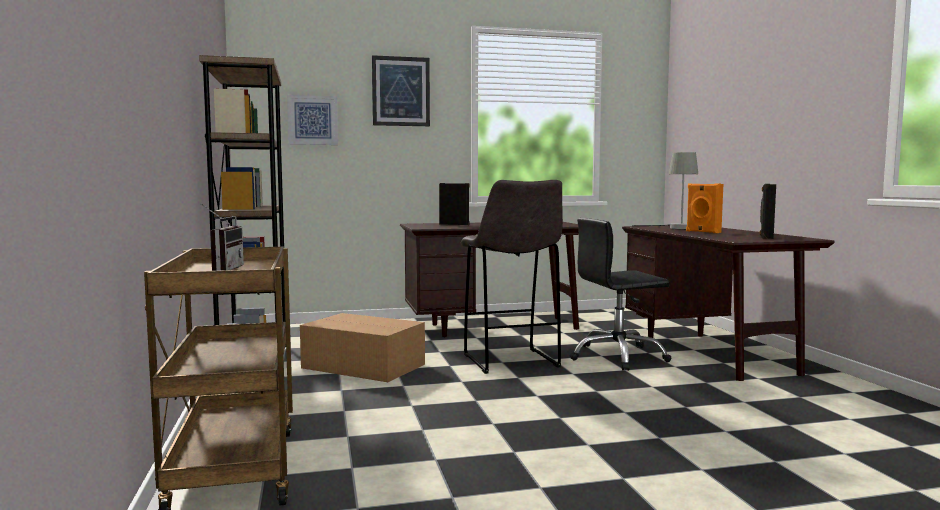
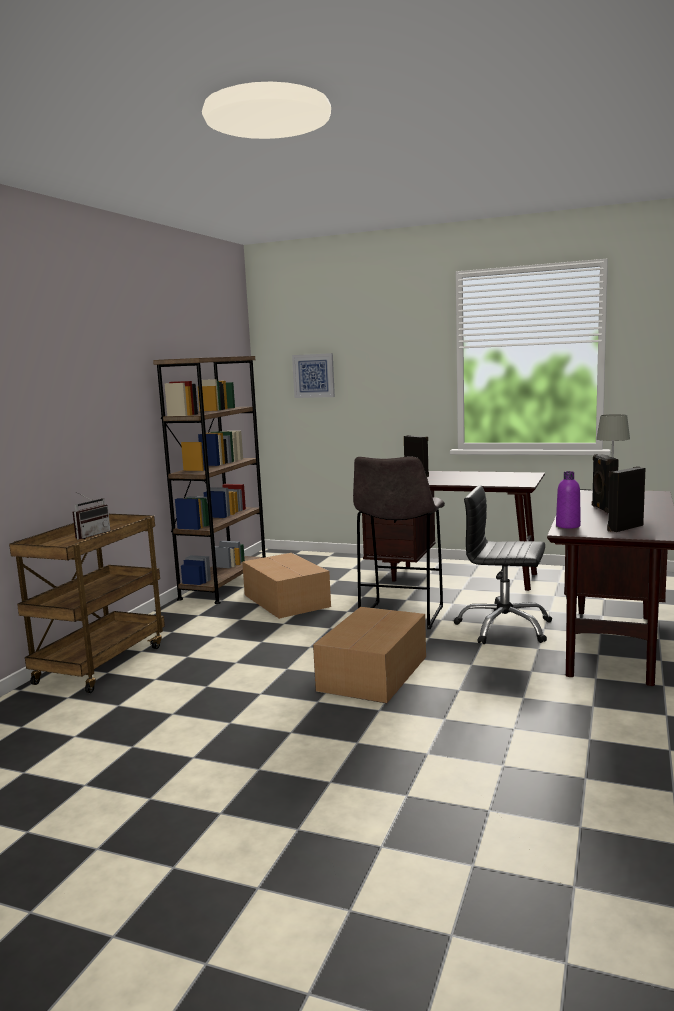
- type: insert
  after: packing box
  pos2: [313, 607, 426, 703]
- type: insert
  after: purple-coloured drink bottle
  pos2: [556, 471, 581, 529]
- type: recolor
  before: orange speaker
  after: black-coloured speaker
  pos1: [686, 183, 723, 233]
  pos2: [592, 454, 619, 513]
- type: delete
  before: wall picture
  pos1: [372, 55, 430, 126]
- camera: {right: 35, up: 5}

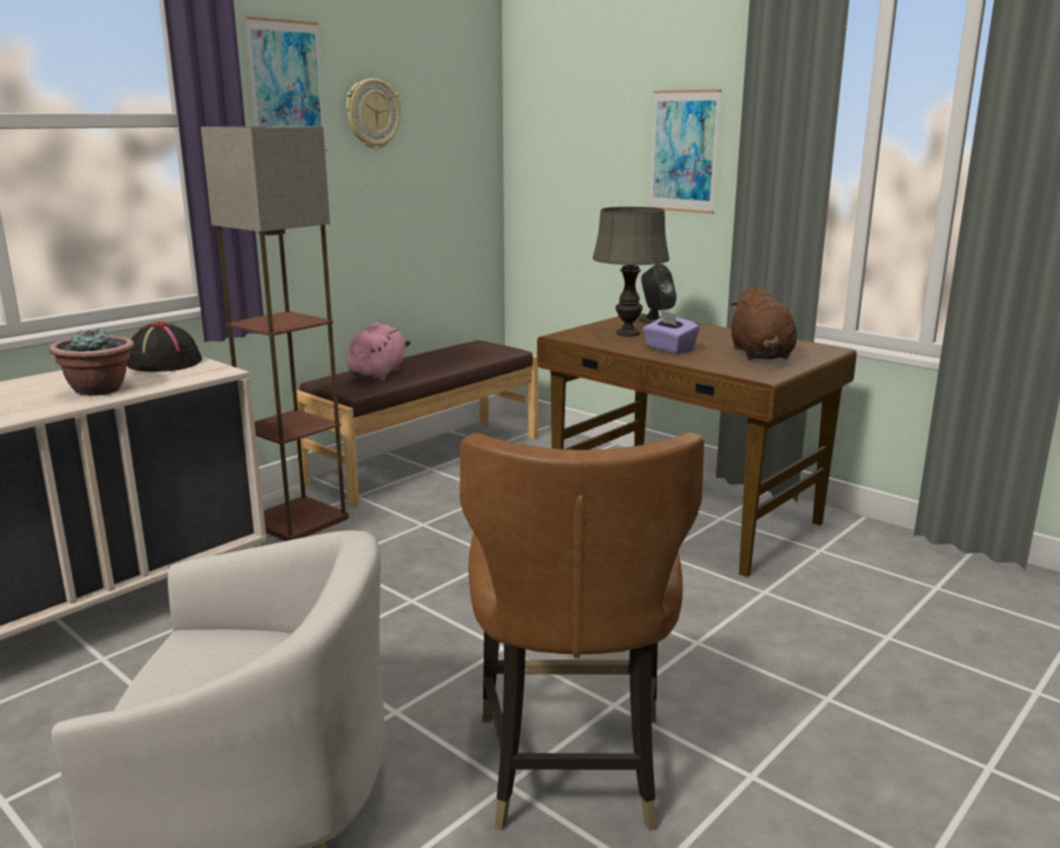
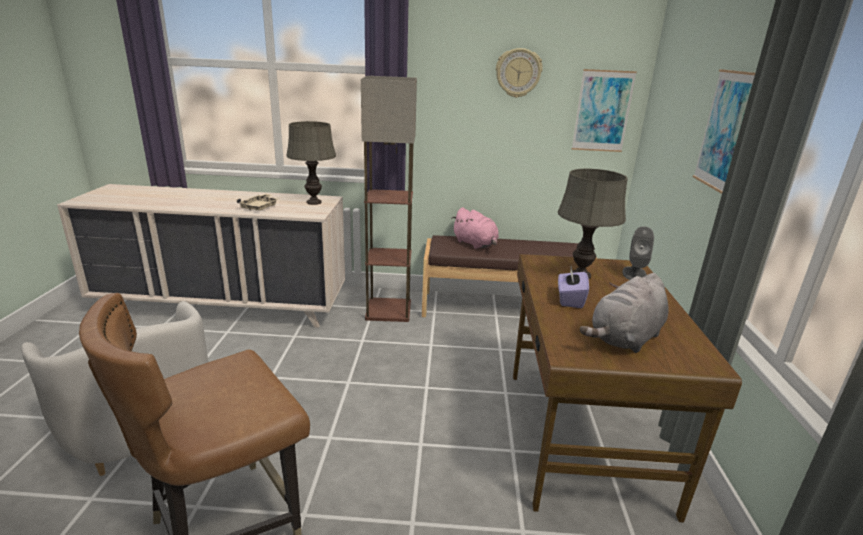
- type: replace
  before: potted plant
  after: beige tray
  pos1: [49, 329, 134, 396]
  pos2: [237, 194, 278, 211]
- type: replace
  before: black-coloured wearable hat
  after: gray lamp for a table
  pos1: [127, 322, 202, 372]
  pos2: [286, 121, 336, 205]
- type: rotate
  before: pinkish plush toy
  pos1: [347, 322, 411, 381]
  pos2: [452, 207, 499, 249]
  turn: 75
- type: move
  before: wall picture
  pos1: [244, 16, 327, 151]
  pos2: [572, 69, 637, 152]
- type: recolor
  before: brown-coloured plush toy
  after: gray plush toy
  pos1: [730, 286, 797, 360]
  pos2: [580, 273, 669, 353]
- camera: {right: 50, up: 5}

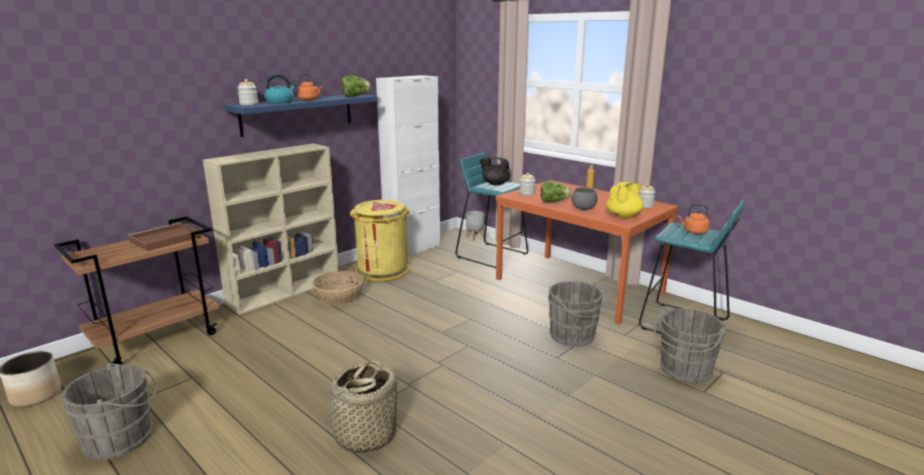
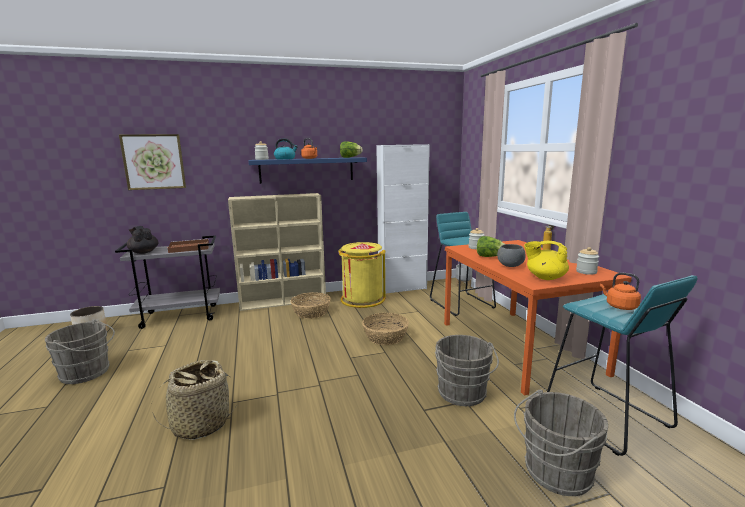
- type: recolor
  before: brown-coloured wheeled cart
  after: gray wheeled cart
  pos1: [54, 216, 219, 366]
  pos2: [115, 235, 220, 329]
- type: insert
  after: wall picture
  pos2: [119, 134, 186, 190]
- type: move
  before: black-coloured pot for tea
  pos1: [480, 157, 510, 185]
  pos2: [127, 226, 159, 254]
- type: insert
  after: basket
  pos2: [362, 313, 409, 345]
- type: rotate
  before: yellow pot for tea
  pos1: [606, 182, 643, 218]
  pos2: [524, 241, 569, 280]
  turn: -150
- camera: {right: 30, up: -5}

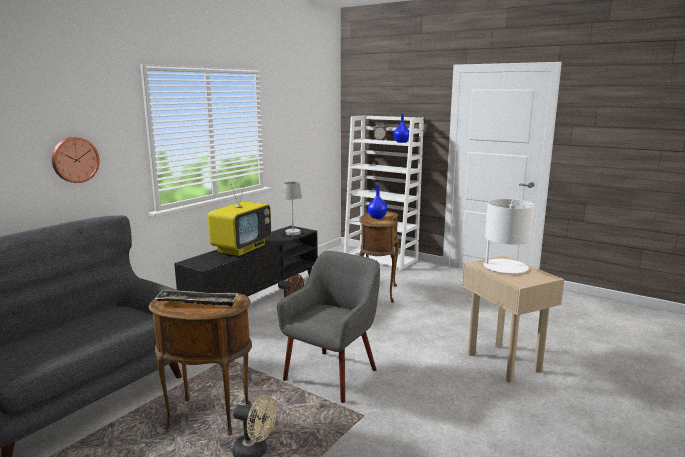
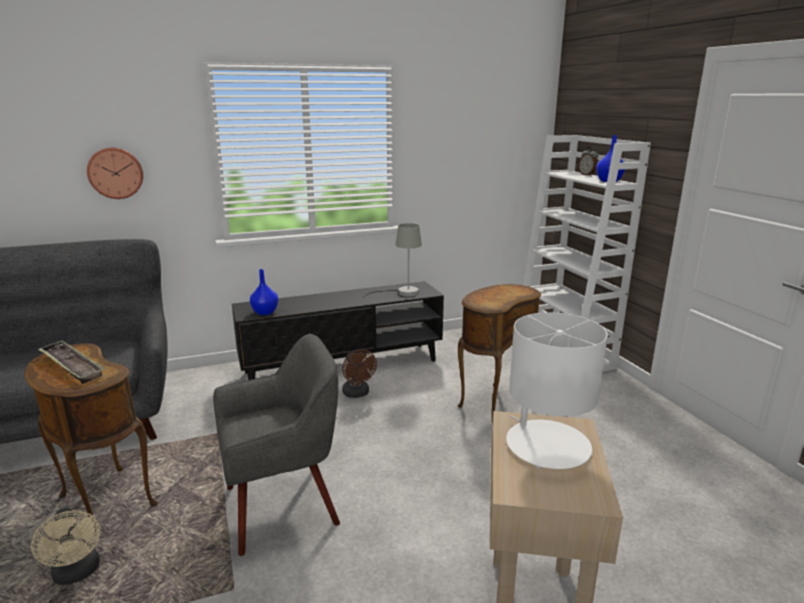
- type: move
  before: bluish flower vase
  pos1: [368, 186, 388, 219]
  pos2: [250, 269, 278, 315]
- type: delete
  before: TV
  pos1: [208, 181, 271, 256]
- camera: {right: 35, up: 5}

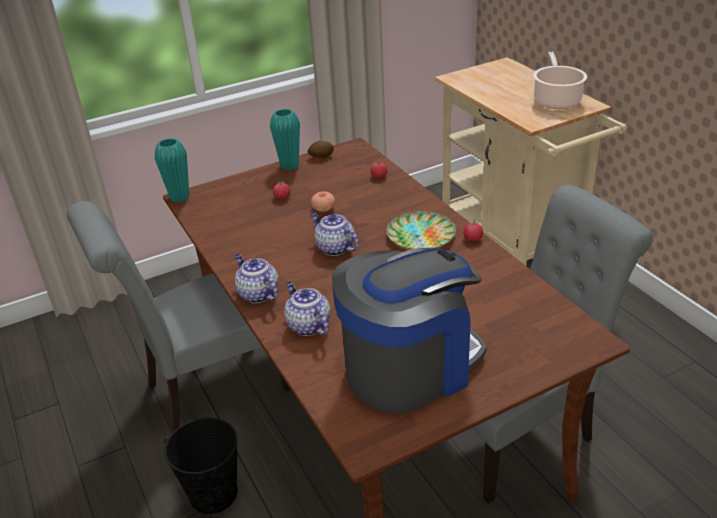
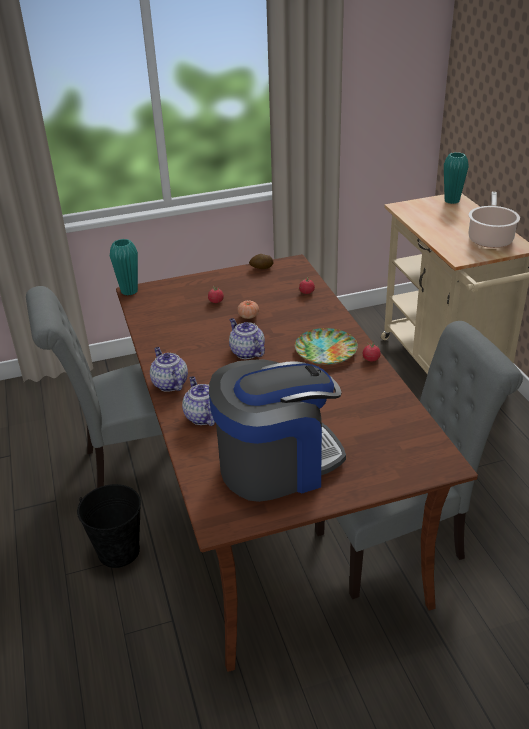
- type: move
  before: turquoise-coloured flower vase
  pos1: [270, 109, 300, 170]
  pos2: [444, 152, 469, 204]
- camera: {right: 10, up: 0}

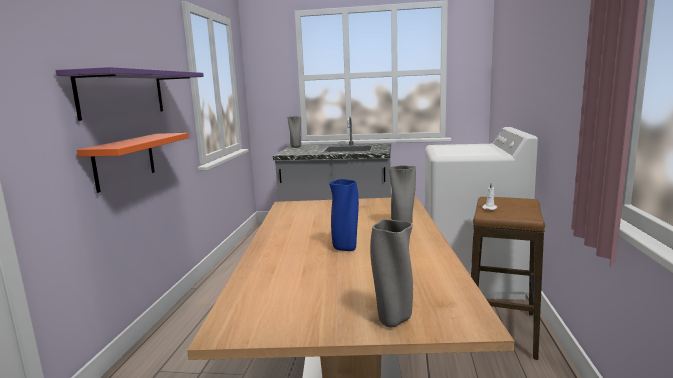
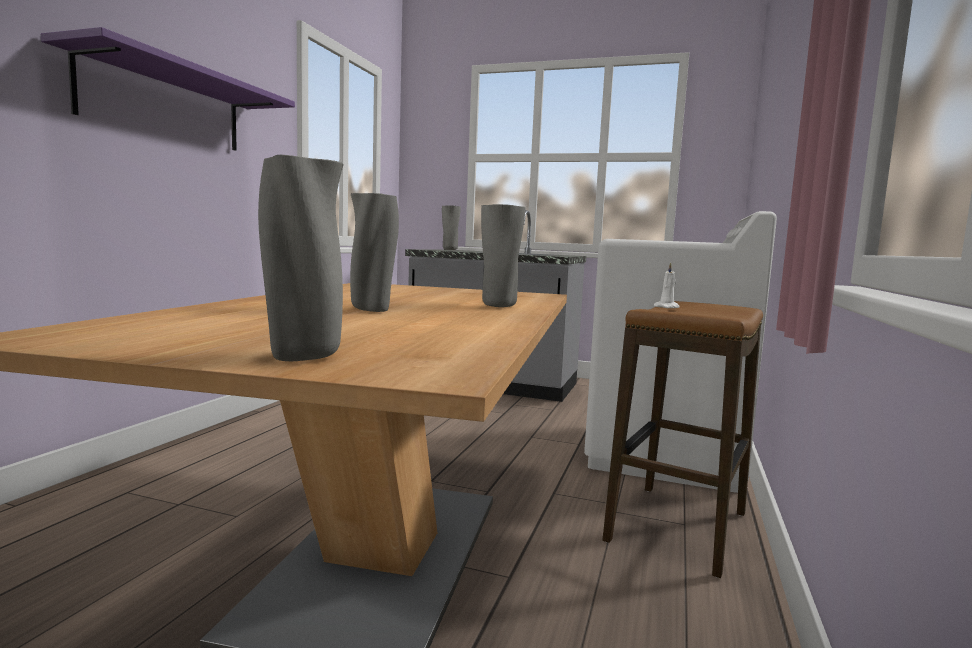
- type: recolor
  before: bluish flower vase
  after: gray flower vase
  pos1: [329, 179, 359, 251]
  pos2: [350, 193, 399, 312]
- type: delete
  before: orange shelf
  pos1: [77, 133, 189, 193]
- camera: {right: 10, up: -5}

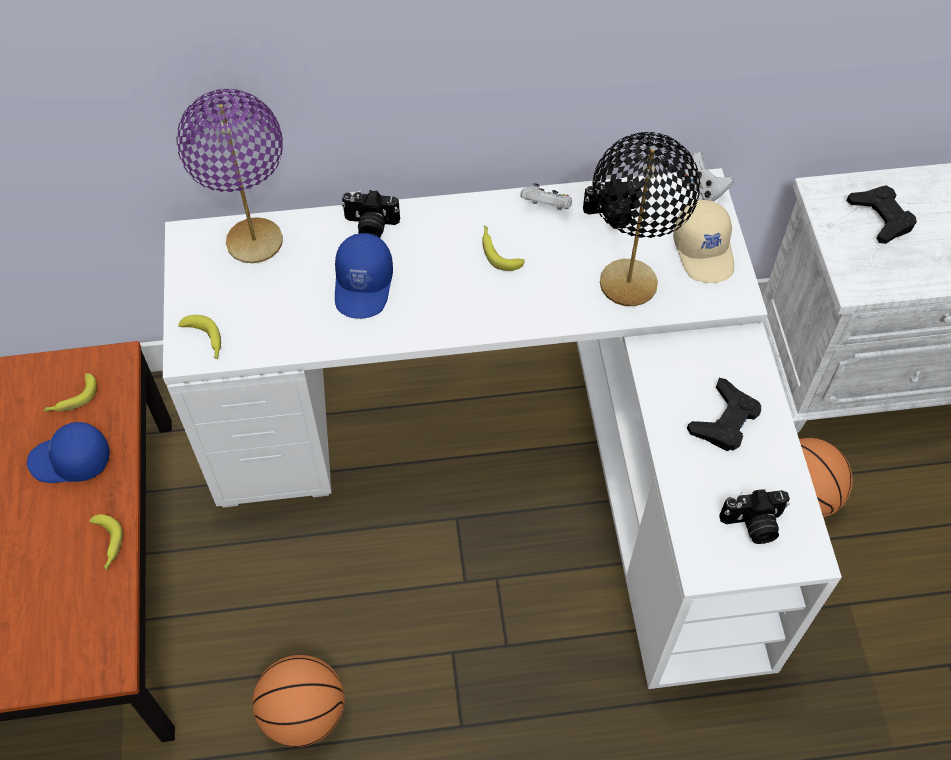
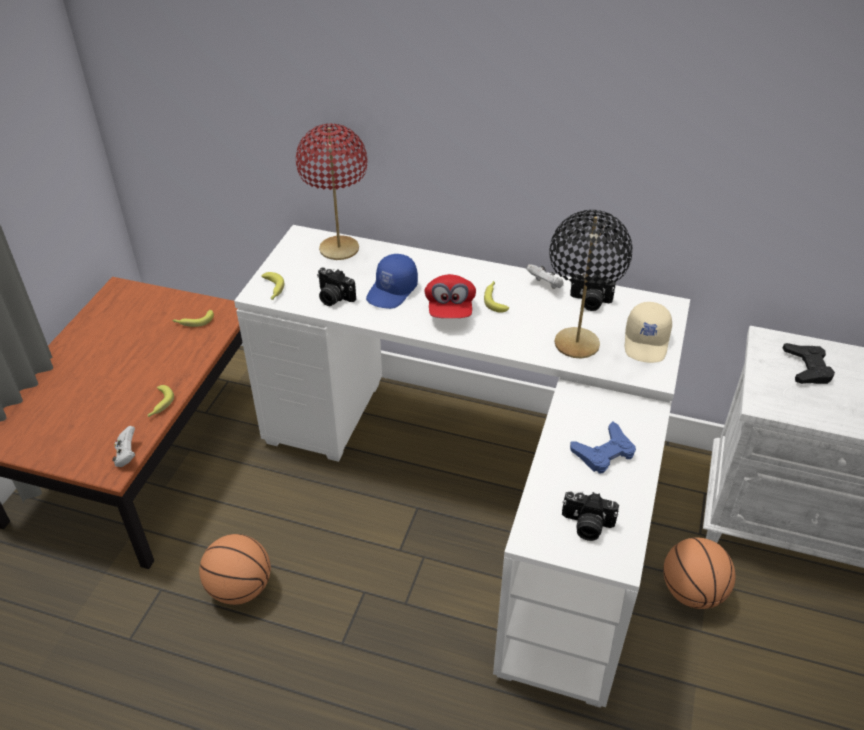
- type: move
  before: white-coloured game controller
  pos1: [682, 151, 734, 201]
  pos2: [112, 426, 135, 467]
- type: recolor
  before: purple-coloured lamp for a table
  after: red lamp for a table
  pos1: [177, 89, 283, 263]
  pos2: [296, 124, 367, 260]
- type: move
  before: still camera
  pos1: [341, 190, 400, 238]
  pos2: [317, 267, 356, 306]
- type: insert
  after: red cap
  pos2: [424, 274, 476, 318]
- type: recolor
  before: black-coloured game controller
  after: bluish game controller
  pos1: [687, 378, 761, 451]
  pos2: [570, 421, 636, 474]
- type: delete
  before: bluish cap
  pos1: [27, 422, 110, 483]
- camera: {right: 25, up: -15}

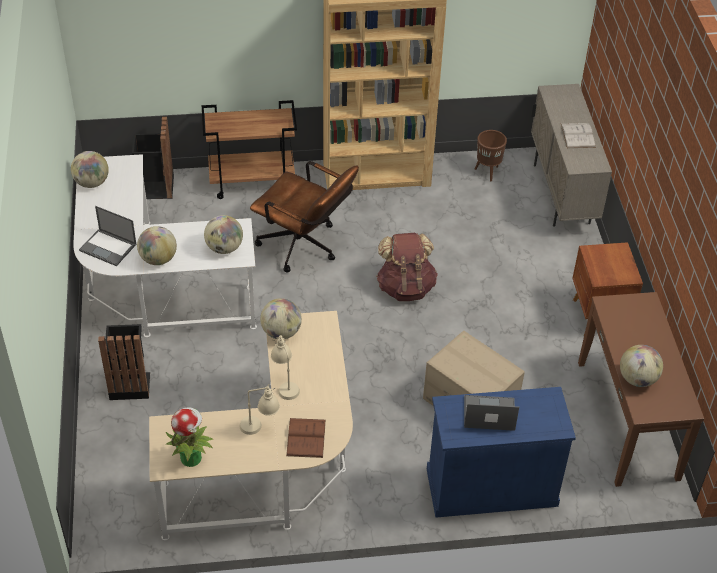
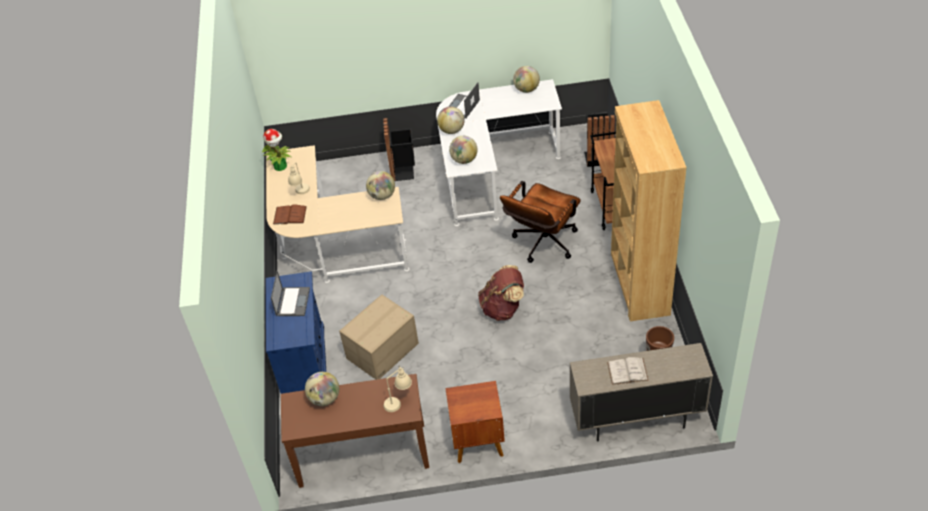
- type: move
  before: beige lamp for a table
  pos1: [271, 335, 300, 400]
  pos2: [383, 366, 412, 412]
- camera: {right: 95, up: 0}

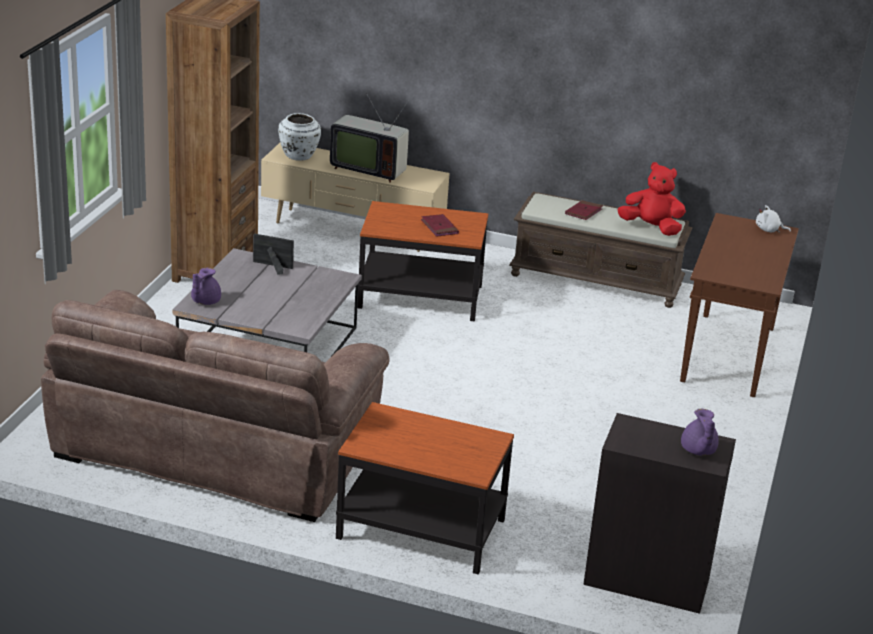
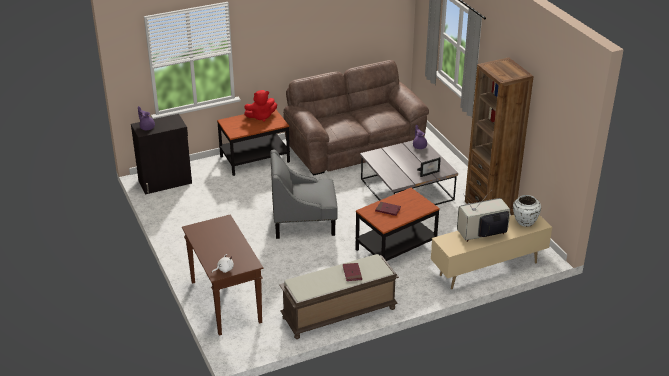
- type: move
  before: red plush toy
  pos1: [617, 162, 686, 236]
  pos2: [244, 90, 277, 122]
- type: insert
  after: gray easy chair
  pos2: [270, 150, 338, 239]
- camera: {right: 140, up: 5}

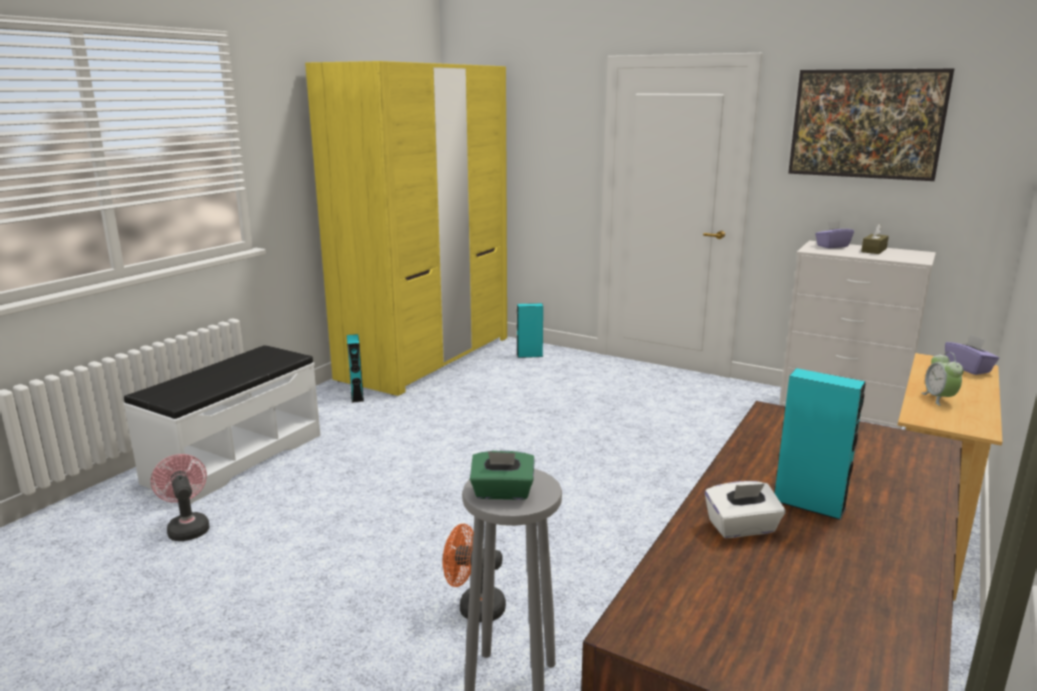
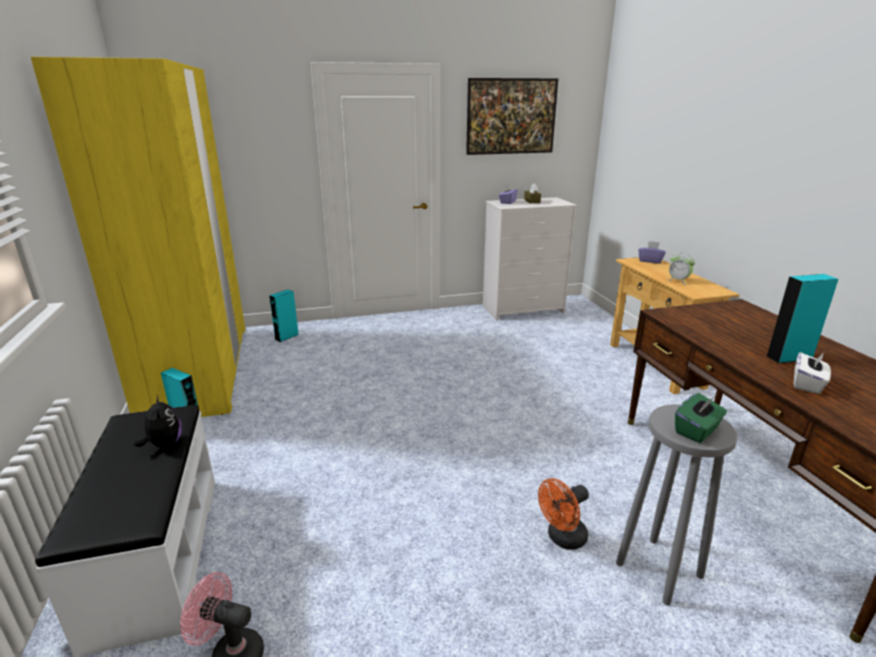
- type: insert
  after: plush toy
  pos2: [134, 395, 182, 447]
- camera: {right: -45, up: 5}

